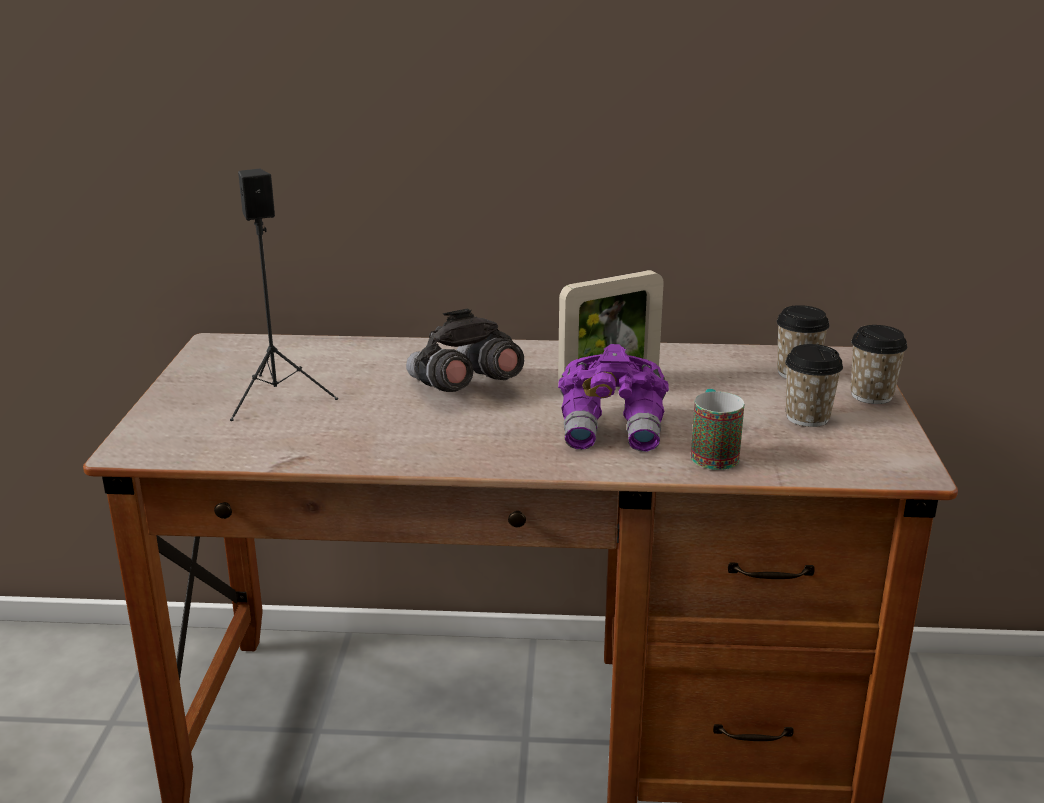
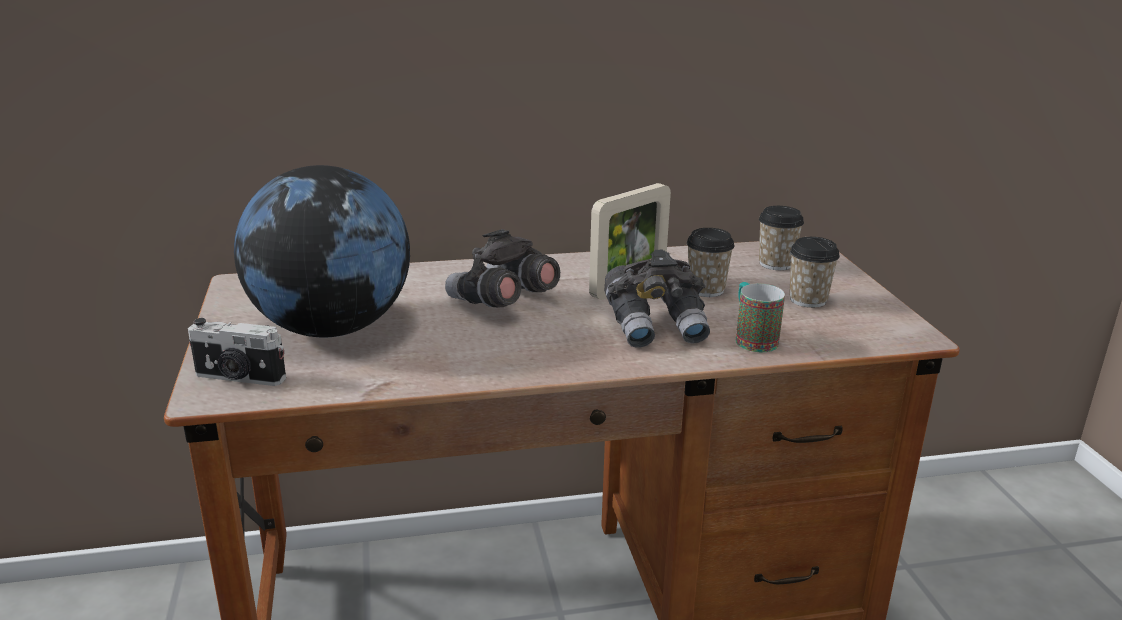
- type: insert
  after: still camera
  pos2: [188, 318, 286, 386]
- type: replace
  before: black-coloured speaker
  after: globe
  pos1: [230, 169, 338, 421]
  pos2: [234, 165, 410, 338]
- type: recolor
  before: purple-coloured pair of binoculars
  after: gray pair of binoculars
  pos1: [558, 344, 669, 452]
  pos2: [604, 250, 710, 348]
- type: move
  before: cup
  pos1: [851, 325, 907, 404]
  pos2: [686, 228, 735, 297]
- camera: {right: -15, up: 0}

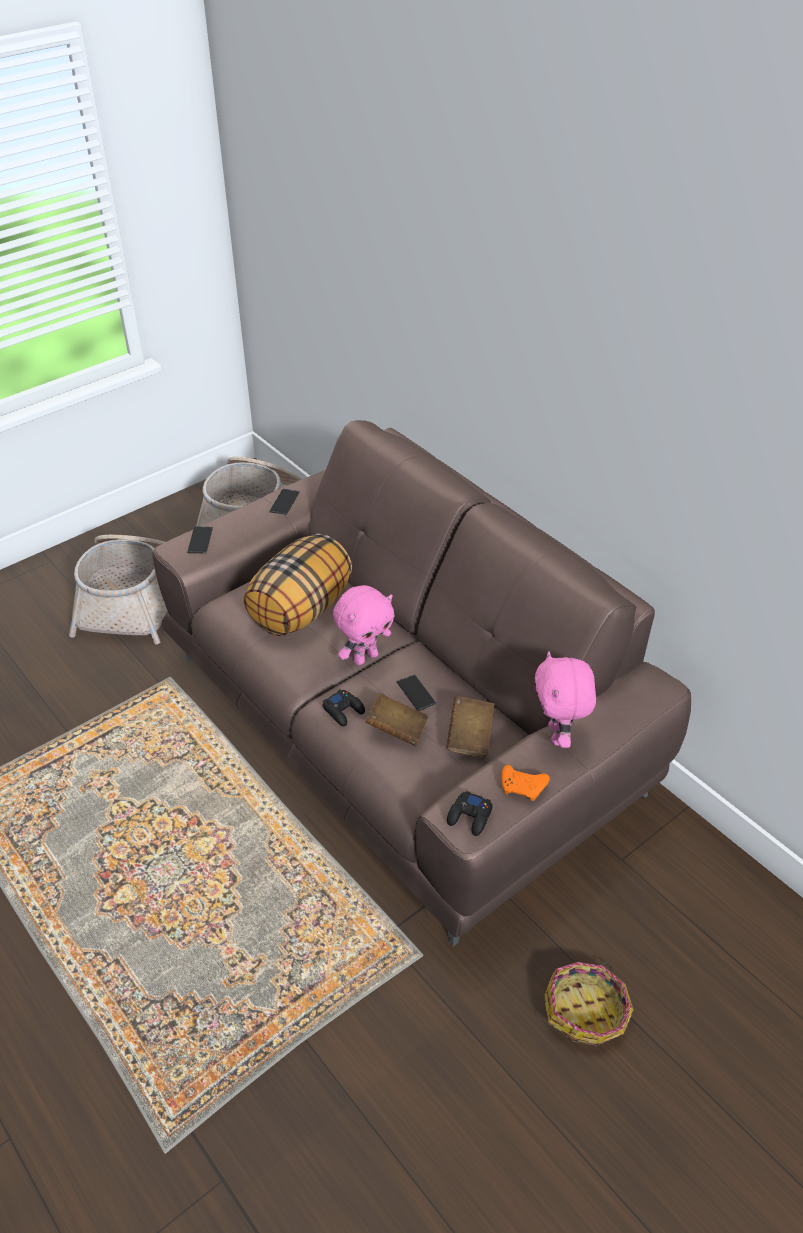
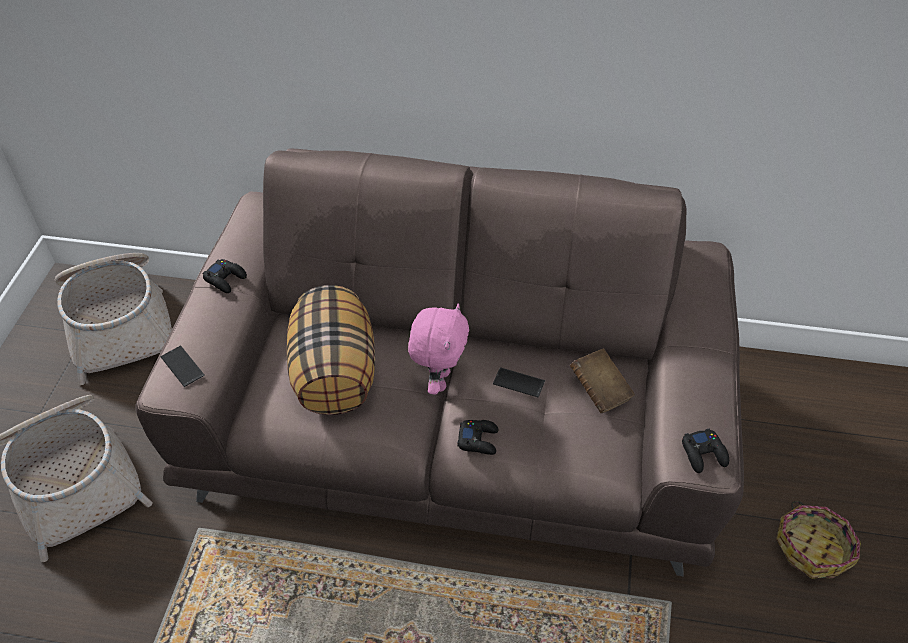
- type: replace
  before: handset
  after: black-coloured game controller
  pos1: [269, 489, 300, 515]
  pos2: [203, 259, 247, 293]
- type: delete
  before: brown-coloured volume
  pos1: [365, 693, 428, 746]
- type: delete
  before: orange game controller
  pos1: [502, 765, 550, 801]
- type: delete
  before: pinkish plush toy
  pos1: [535, 651, 596, 748]
- camera: {right: -40, up: 5}

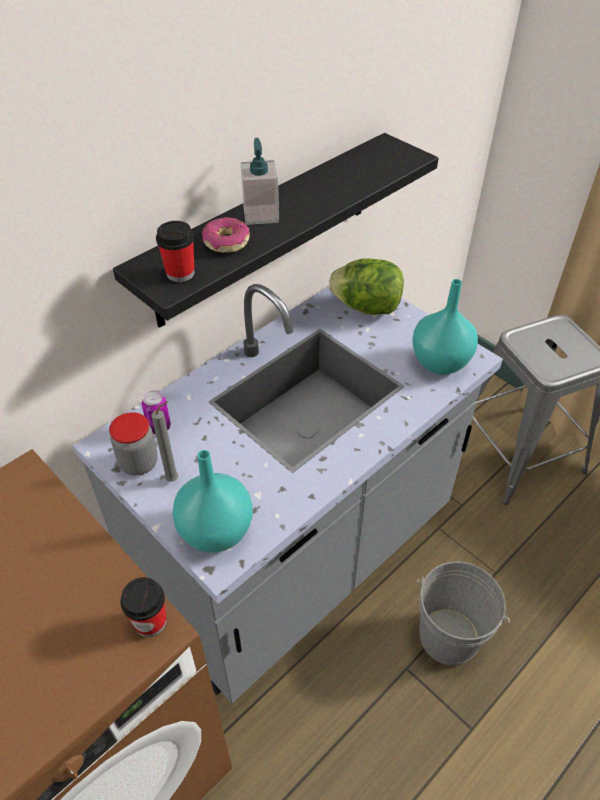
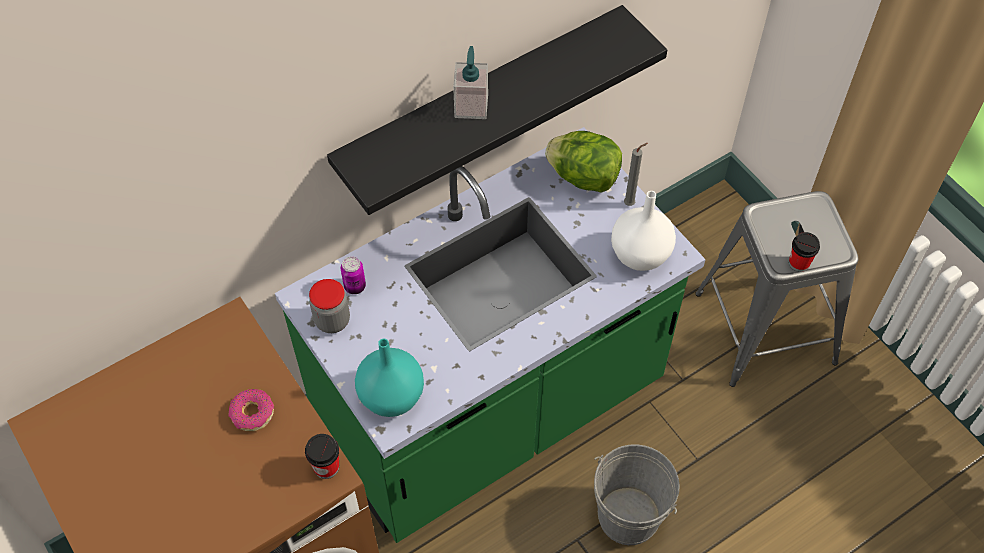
- type: move
  before: ring doughnut
  pos1: [202, 217, 250, 253]
  pos2: [228, 389, 274, 431]
- type: recolor
  before: gray counter
  after: green counter
  pos1: [73, 284, 503, 704]
  pos2: [275, 127, 706, 543]
- type: recolor
  before: turquoise-coloured flower vase
  after: white-coloured flower vase
  pos1: [412, 279, 478, 375]
  pos2: [611, 191, 676, 271]
- type: move
  before: gray wax candle
  pos1: [151, 401, 178, 482]
  pos2: [624, 143, 648, 206]
- type: move
  before: cup
  pos1: [156, 221, 194, 282]
  pos2: [789, 232, 820, 272]
- camera: {right: 10, up: 10}

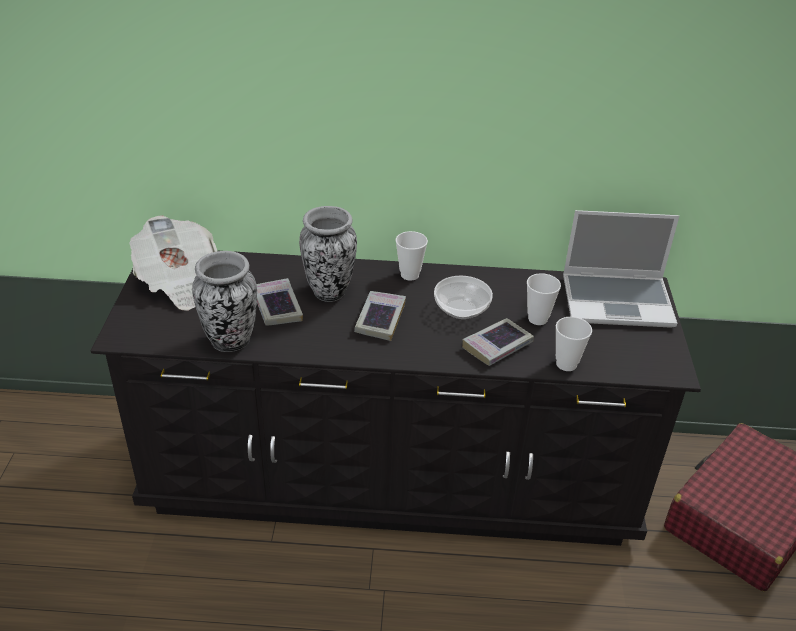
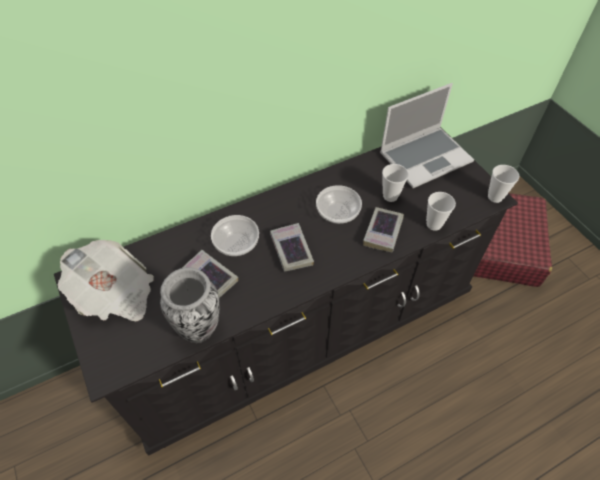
- type: replace
  before: flower vase
  after: bowl
  pos1: [299, 206, 357, 302]
  pos2: [211, 215, 259, 256]
- type: move
  before: cup
  pos1: [396, 231, 428, 281]
  pos2: [488, 165, 519, 203]
- camera: {right: -30, up: 15}

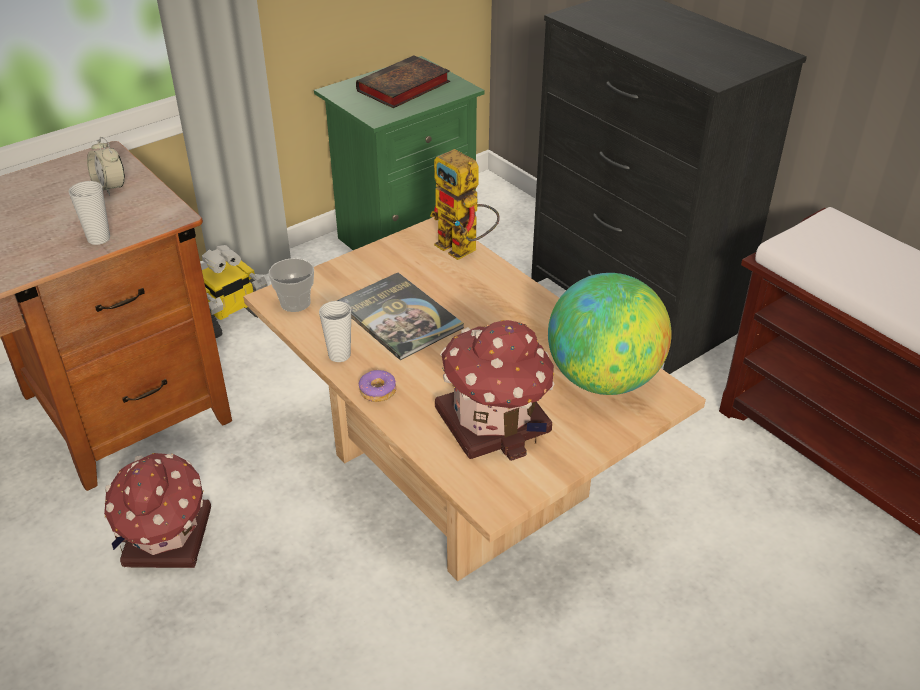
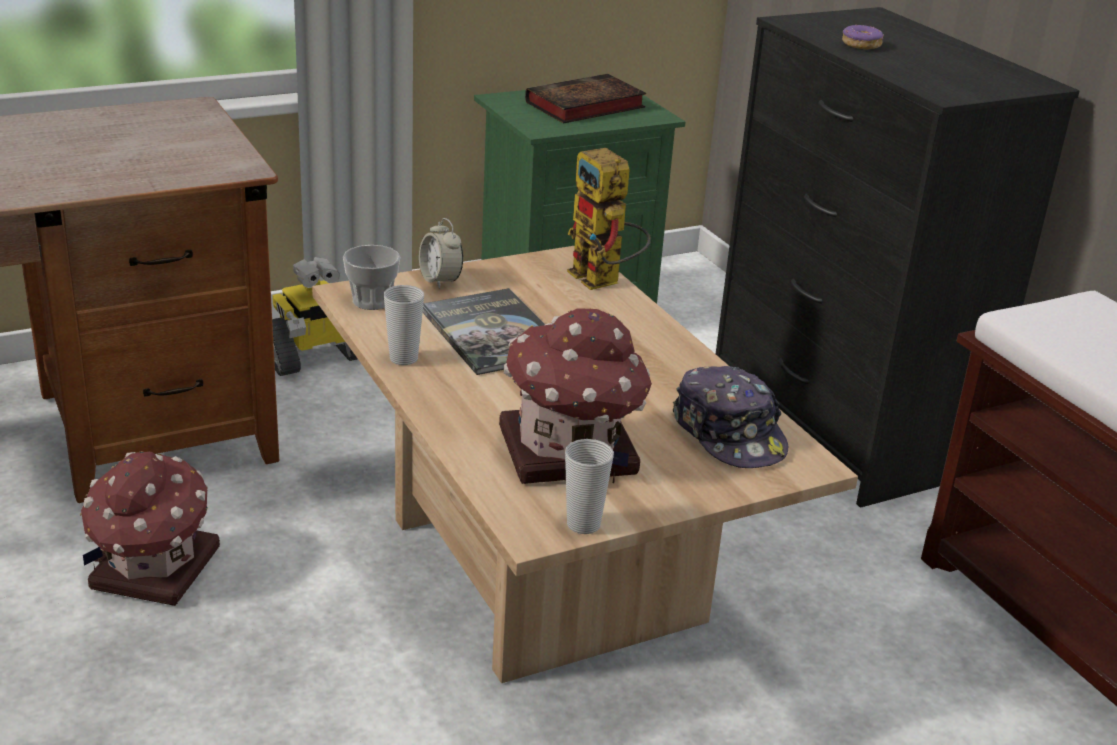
- type: move
  before: bedside clock
  pos1: [87, 137, 125, 196]
  pos2: [419, 218, 463, 289]
- type: move
  before: cup
  pos1: [68, 181, 110, 245]
  pos2: [565, 439, 614, 534]
- type: replace
  before: globe
  after: cap
  pos1: [548, 273, 671, 395]
  pos2: [673, 366, 788, 468]
- type: move
  before: ring doughnut
  pos1: [359, 370, 397, 402]
  pos2: [842, 25, 883, 49]
- camera: {right: 10, up: -10}

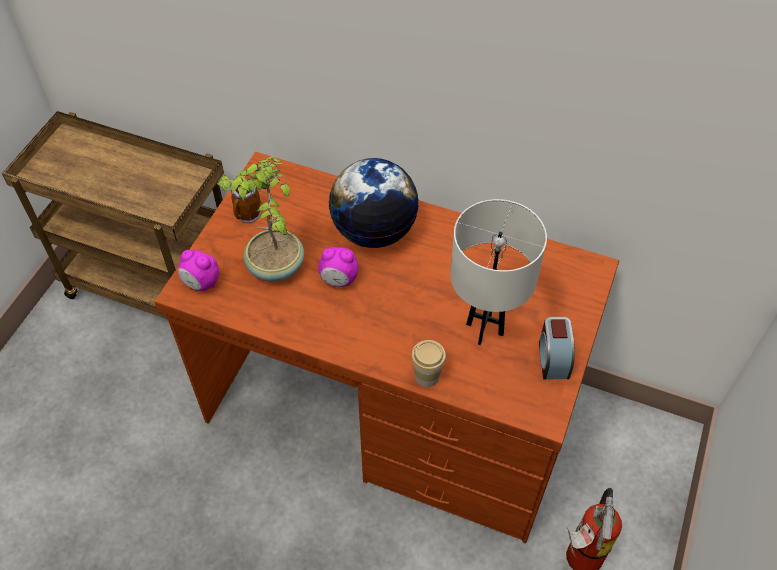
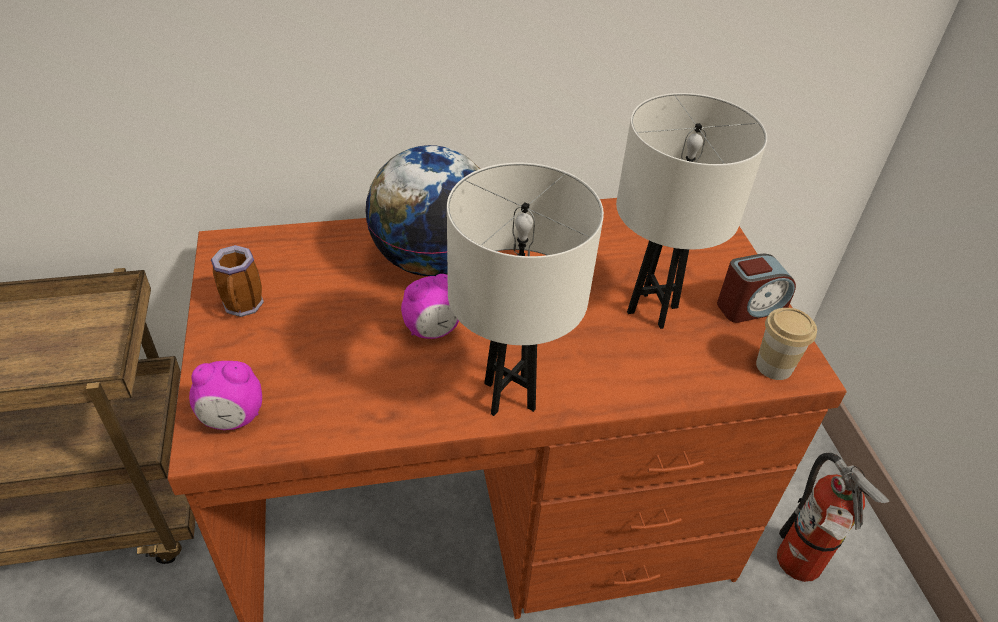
- type: insert
  after: white-coloured lamp for a table
  pos2: [447, 163, 604, 416]
- type: rotate
  before: bedside clock
  pos1: [539, 317, 575, 379]
  pos2: [717, 254, 796, 323]
  turn: -75
- type: move
  before: cup
  pos1: [411, 340, 446, 387]
  pos2: [756, 308, 817, 380]
- type: delete
  before: potted plant
  pos1: [217, 156, 304, 282]
- camera: {right: -35, up: -10}

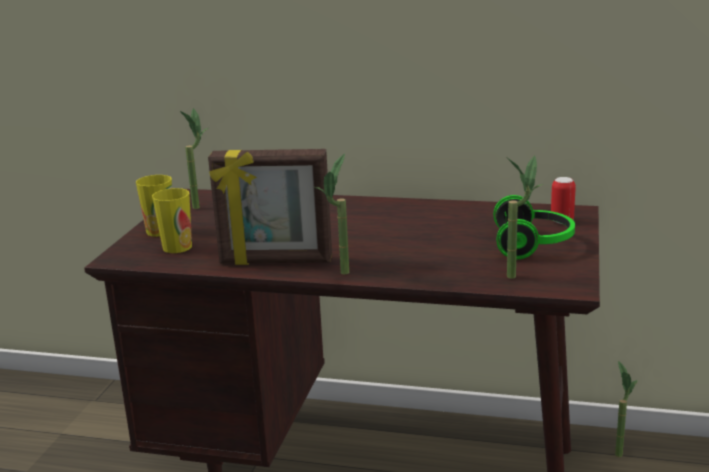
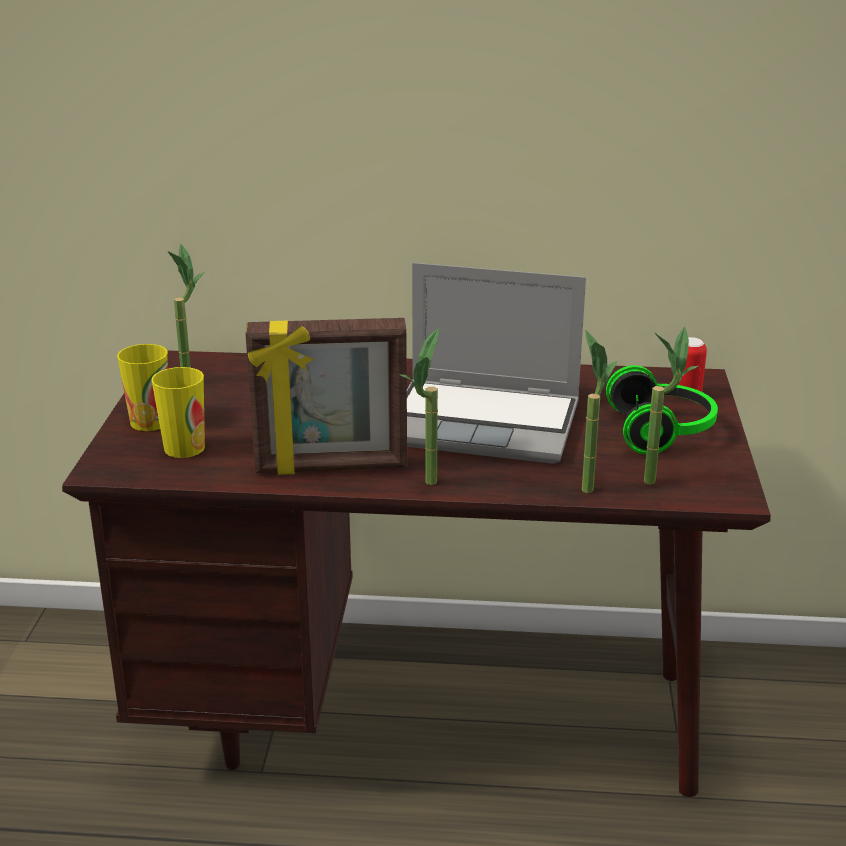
- type: insert
  after: portable computer
  pos2: [407, 263, 586, 464]
- type: move
  before: potted plant
  pos1: [615, 361, 638, 457]
  pos2: [582, 330, 617, 493]
- camera: {right: -10, up: 5}

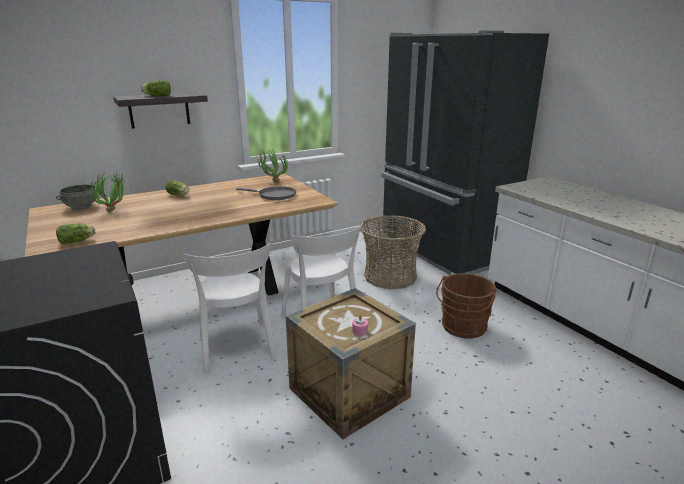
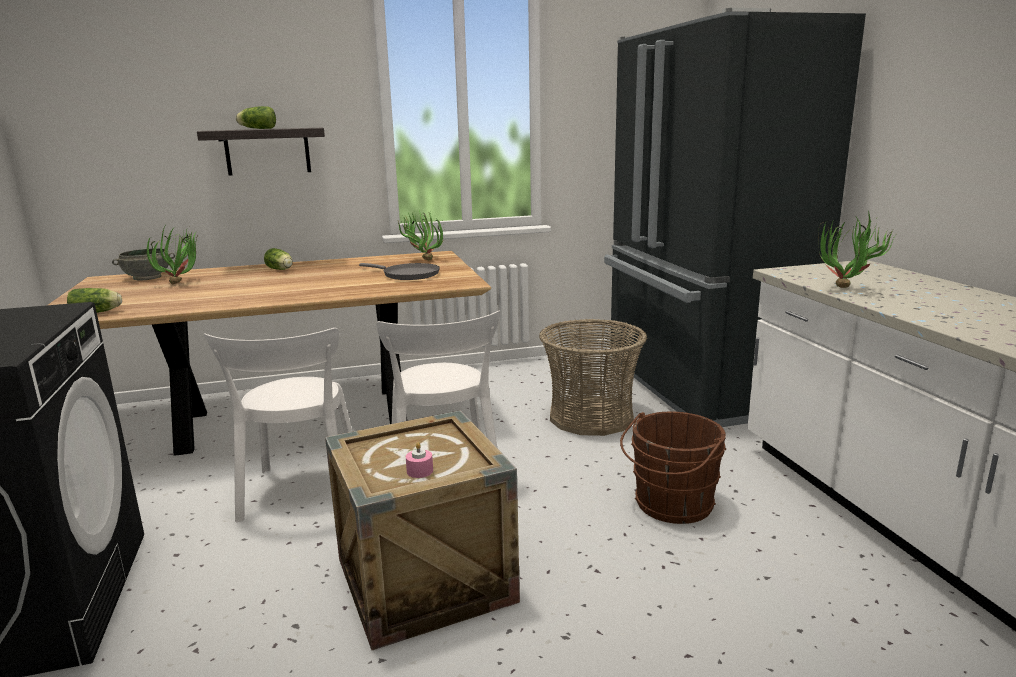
- type: insert
  after: potted plant
  pos2: [818, 211, 895, 288]
- camera: {right: 15, up: -5}

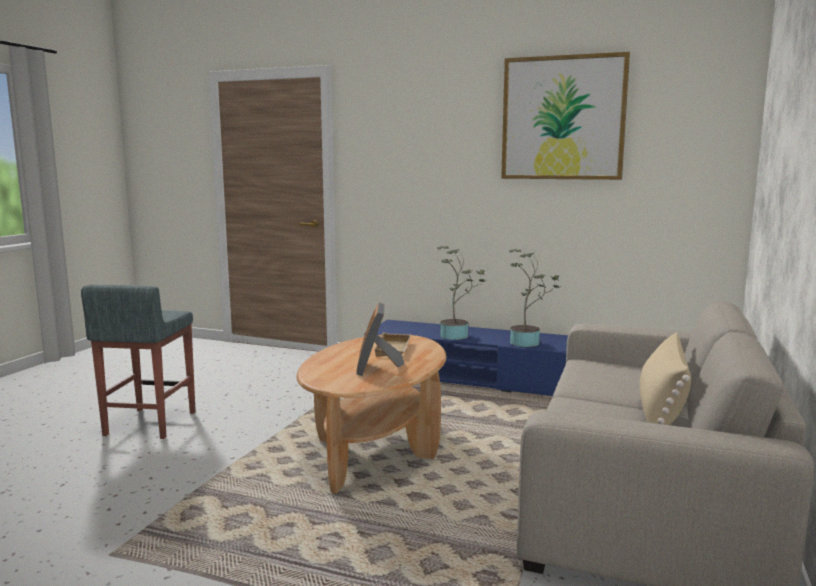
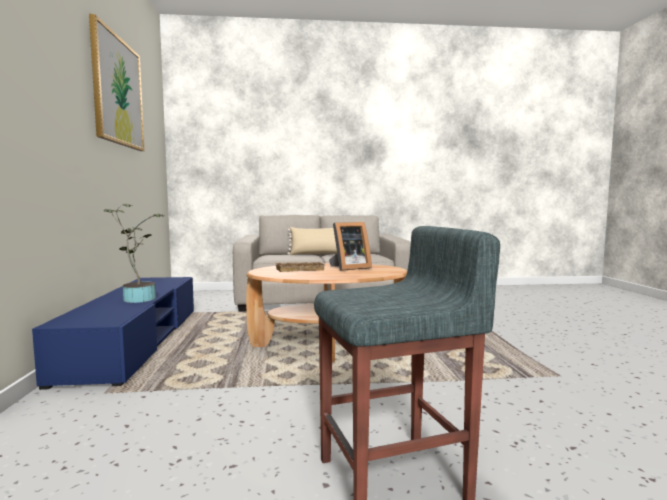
- type: delete
  before: potted plant
  pos1: [509, 249, 560, 347]
- camera: {right: -115, up: -5}

